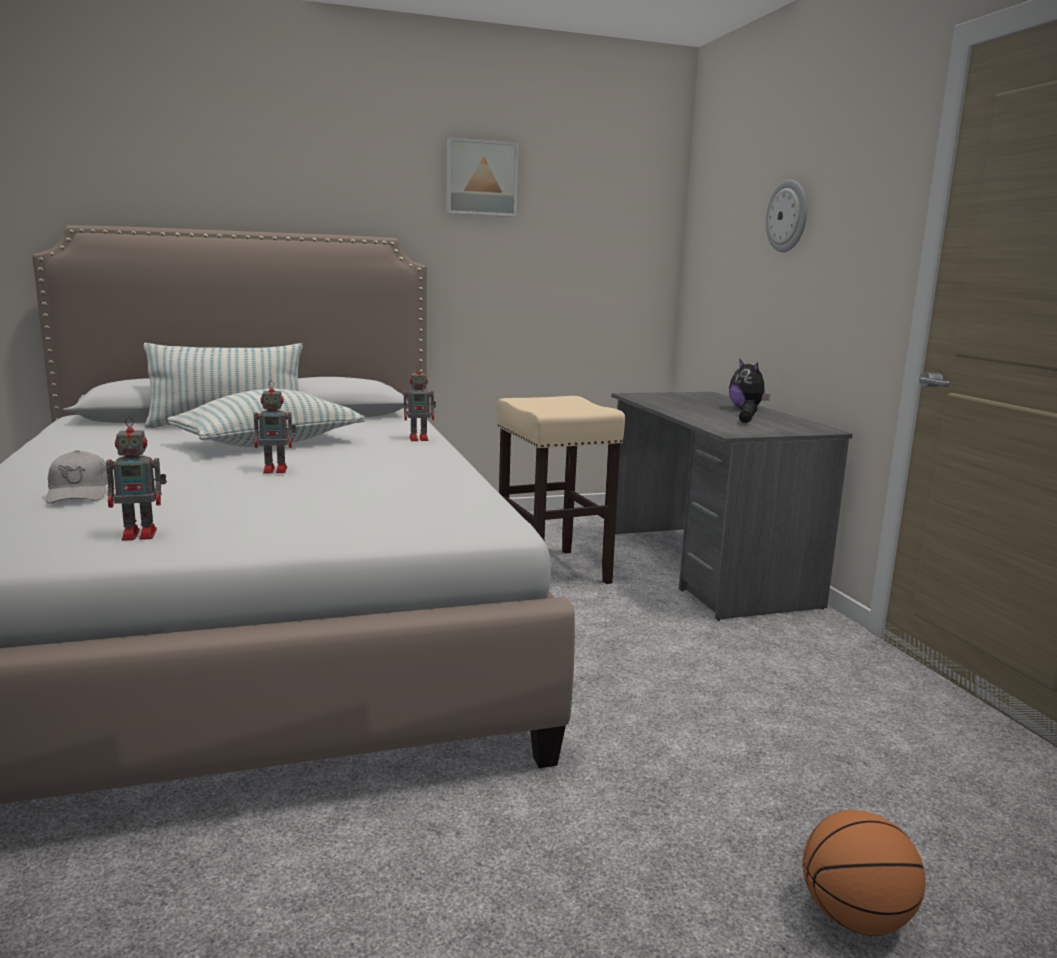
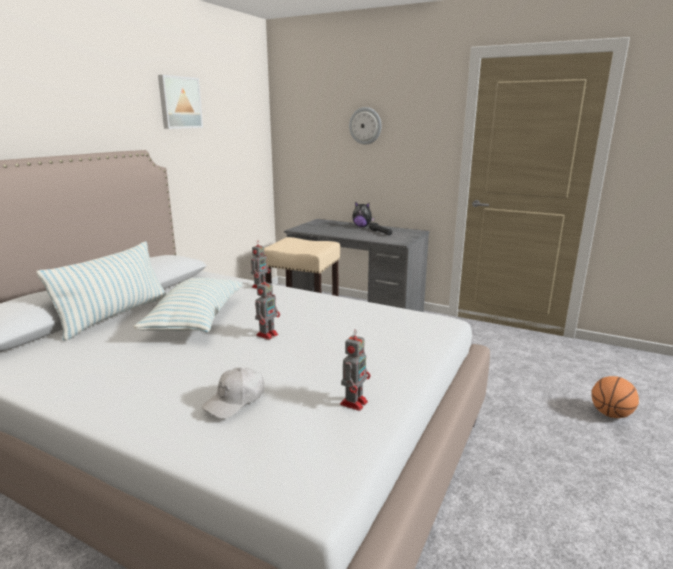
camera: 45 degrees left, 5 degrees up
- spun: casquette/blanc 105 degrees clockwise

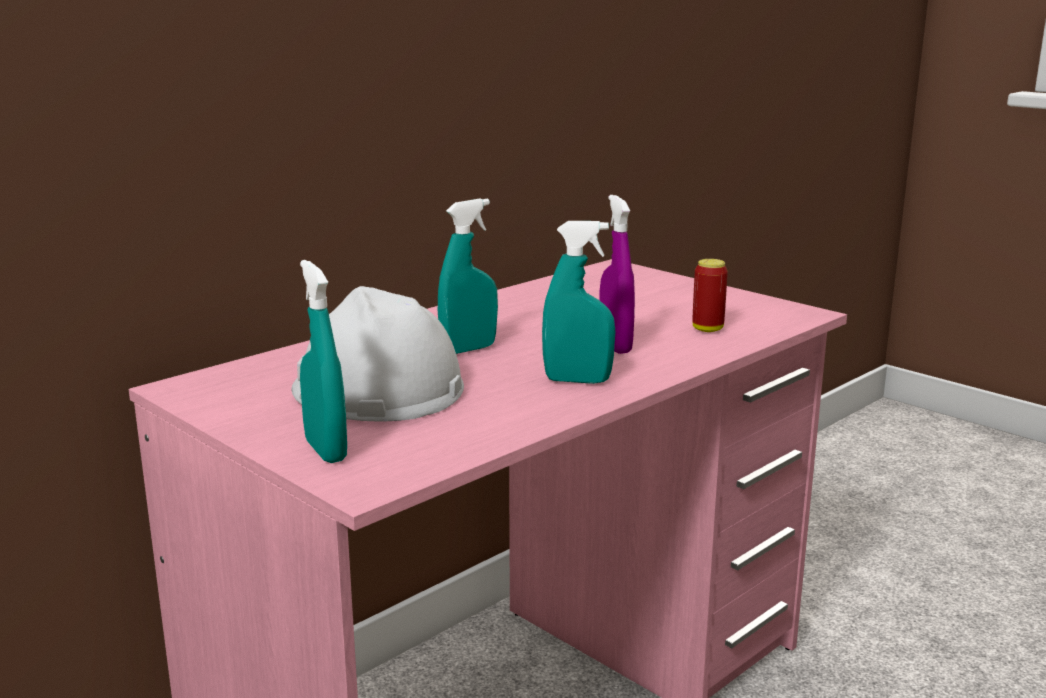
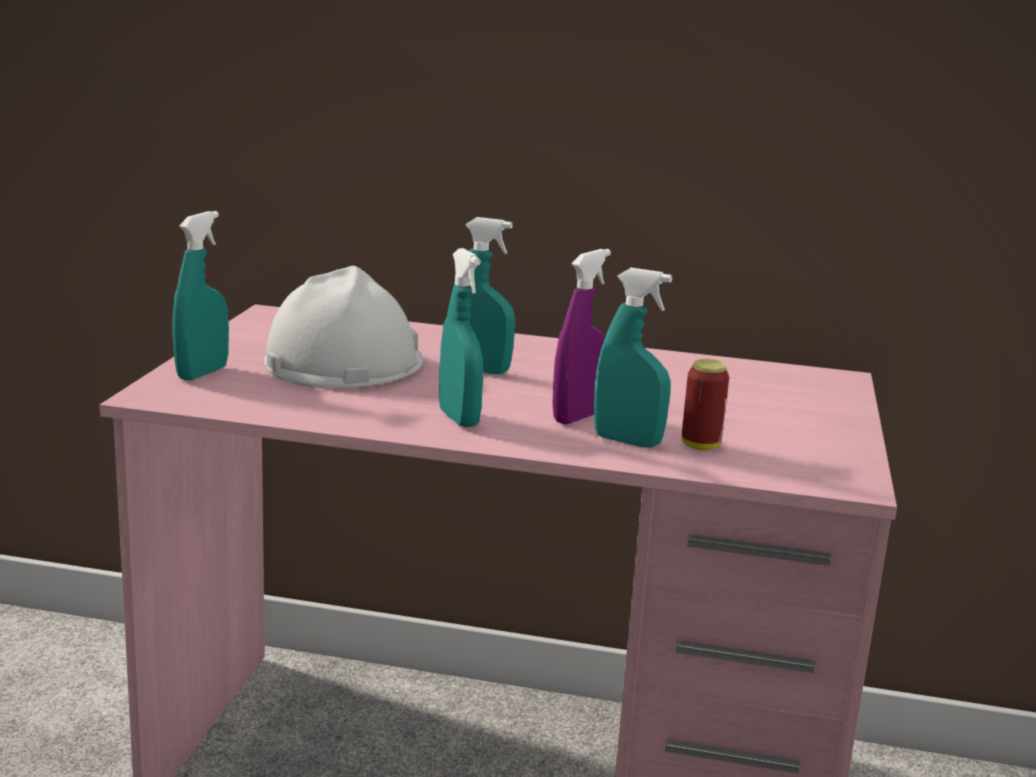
camera: 55 degrees right, 0 degrees up
- appeared: vaporisateur/turquoise (no. 4 from left)

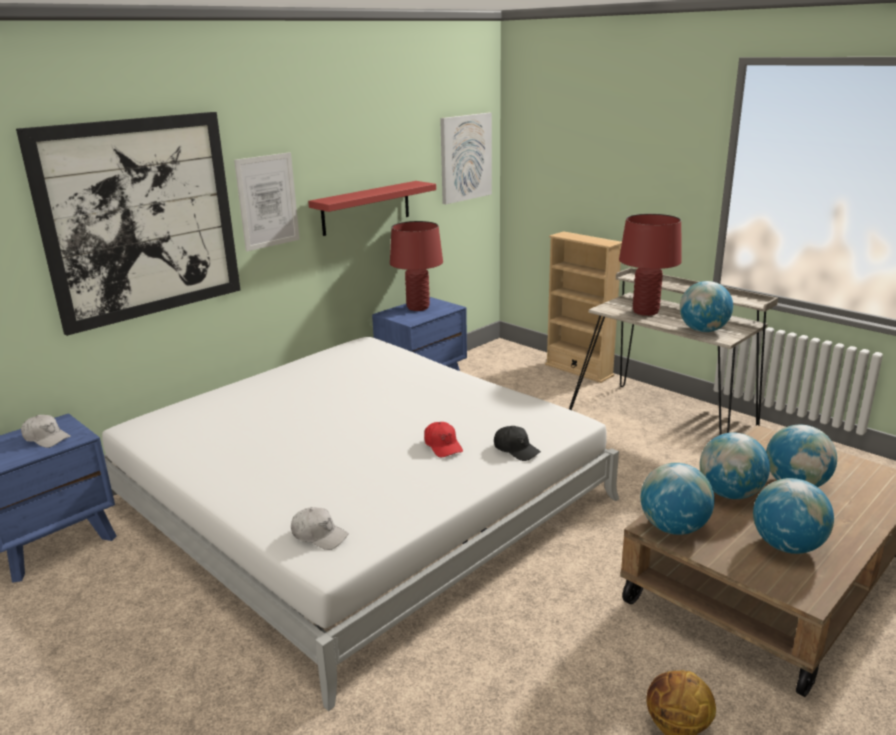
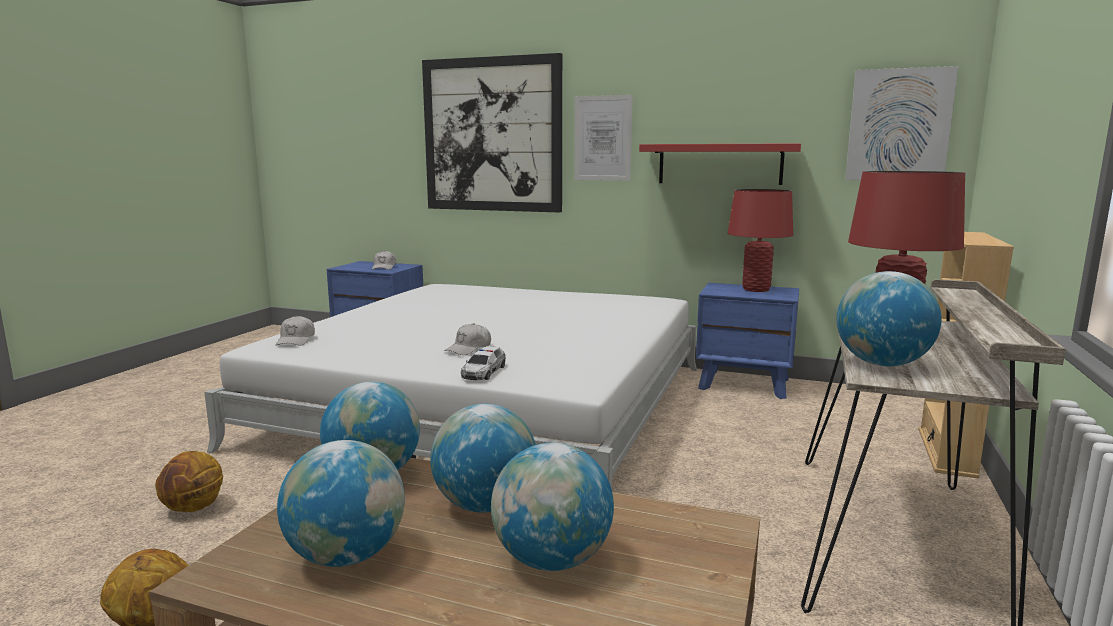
camera: 65 degrees right, 10 degrees down
- colour: casquette/rouge to casquette/blanc (no. 3 from left)
- exchanged: casquette/noir to petite voiture
- appeared: ballon de basket (no. 2 from left)

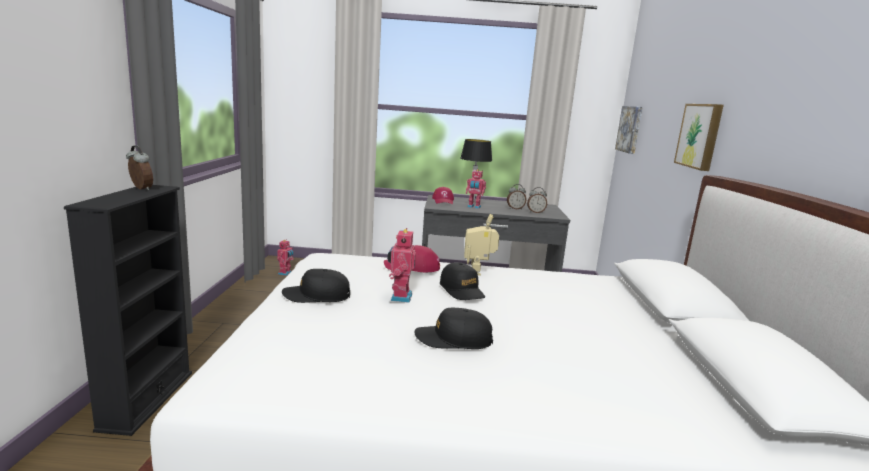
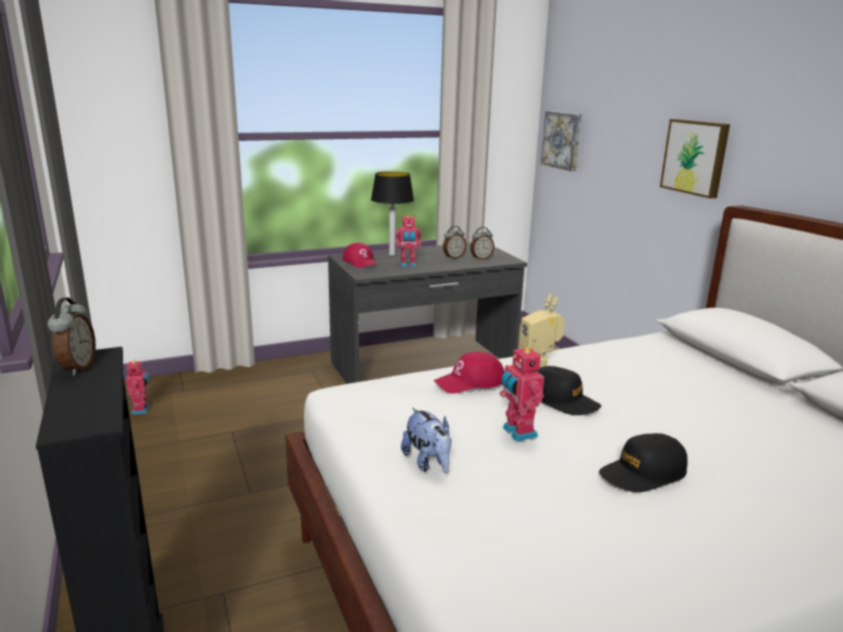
camera: 25 degrees left, 5 degrees up
- spun: réveil (no. 1 from left) 75 degrees clockwise
- exchanged: casquette/noir (no. 1 from left) to peluche

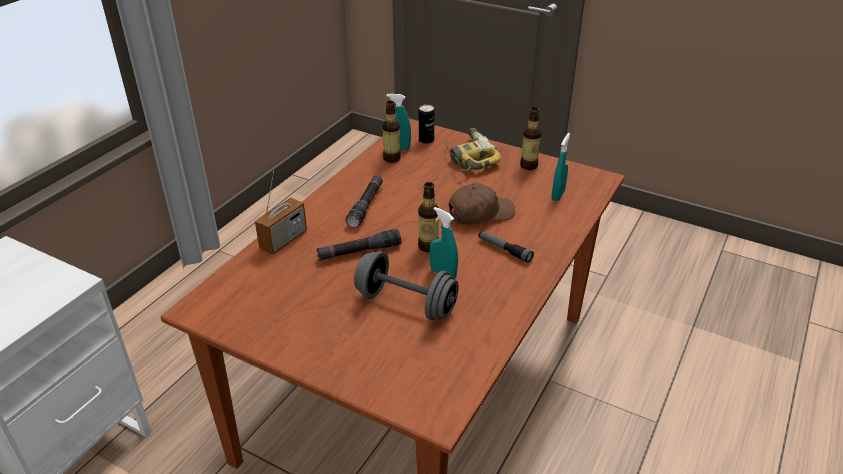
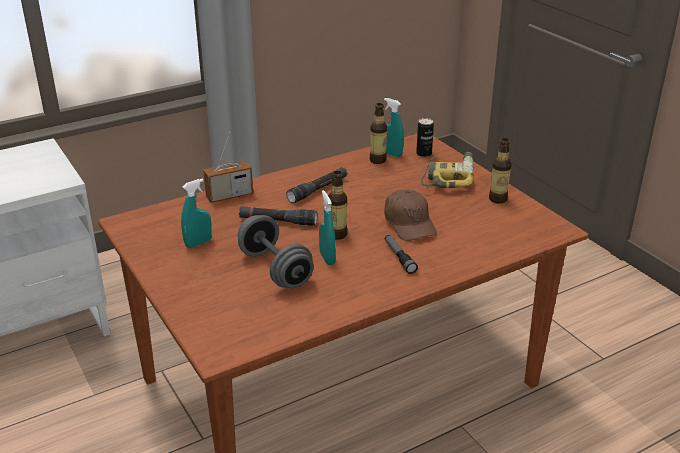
camera: 30 degrees right, 5 degrees down
- spun: casquette/marron 60 degrees clockwise
- relocated: vaporisateur/turquoise (no. 3 from left in the first image) to vaporisateur/turquoise (no. 1 from left)

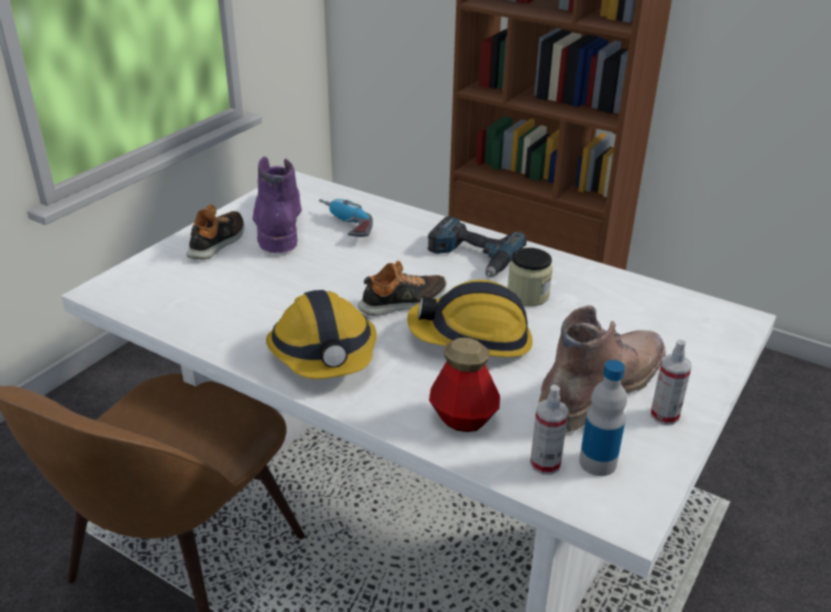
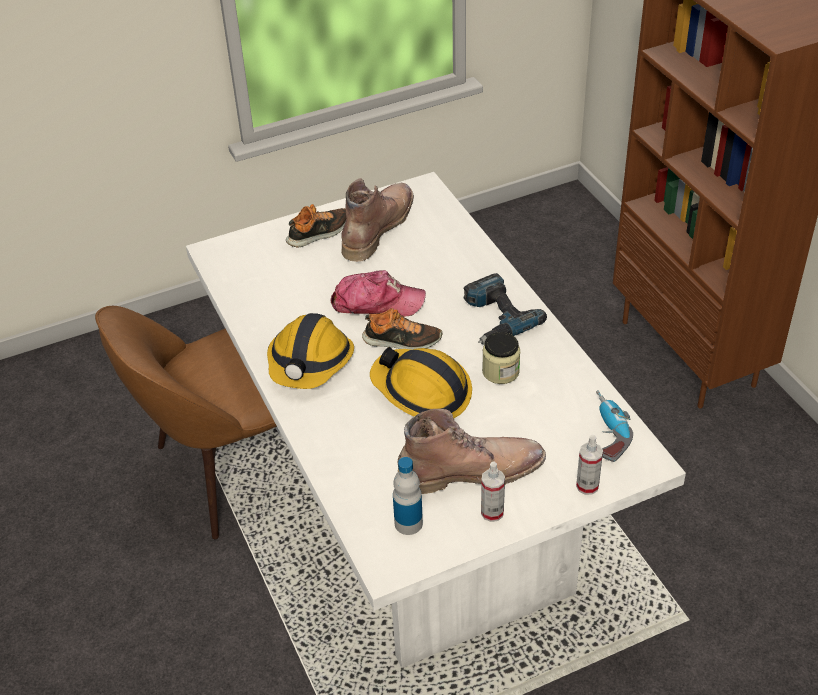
camera: 35 degrees right, 10 degrees up
- colour: botte/violet to botte/marron (no. 1 from left)
- relocated: perceuse (no. 1 from left in the first image) to perceuse (no. 2 from left)
- missing: bouteille (no. 1 from left)
- relocated: vaporisateur (no. 1 from left in the first image) to vaporisateur (no. 2 from left)
- appeared: casquette

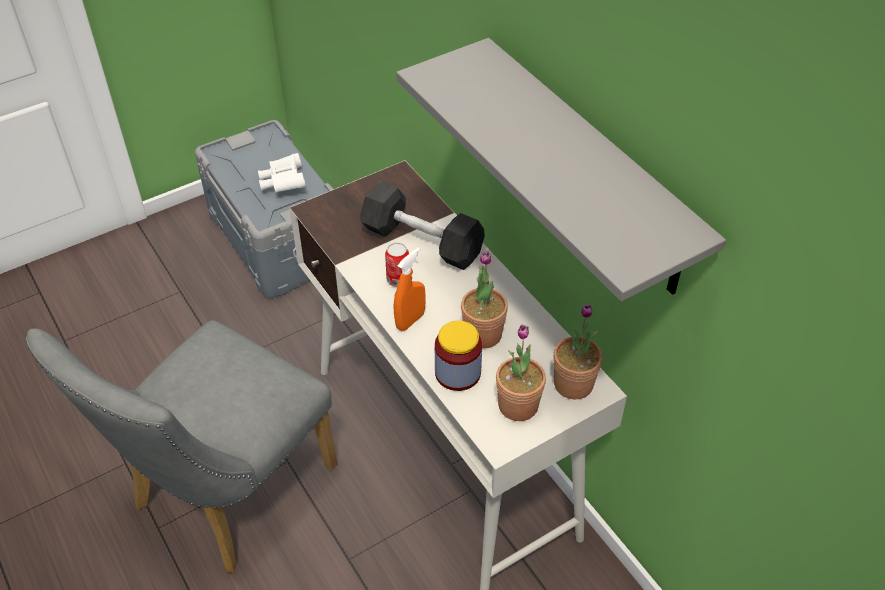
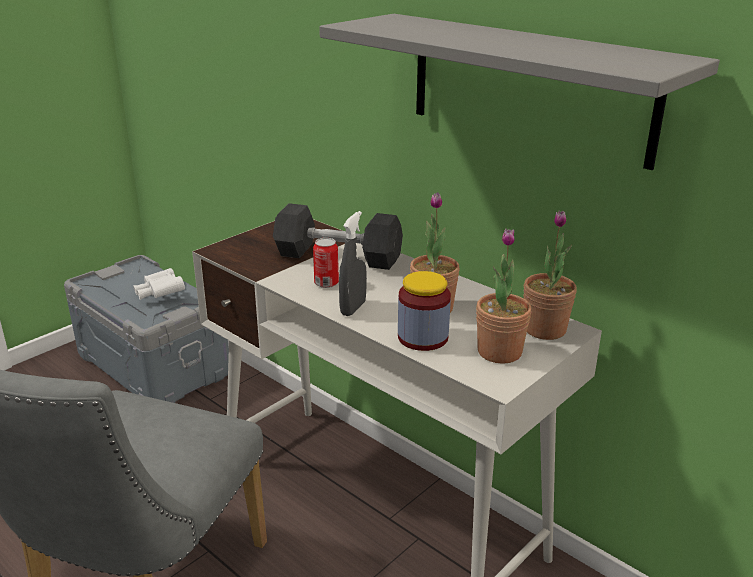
camera: 15 degrees left, 20 degrees down
- colour: vaporisateur/orange to vaporisateur/gris

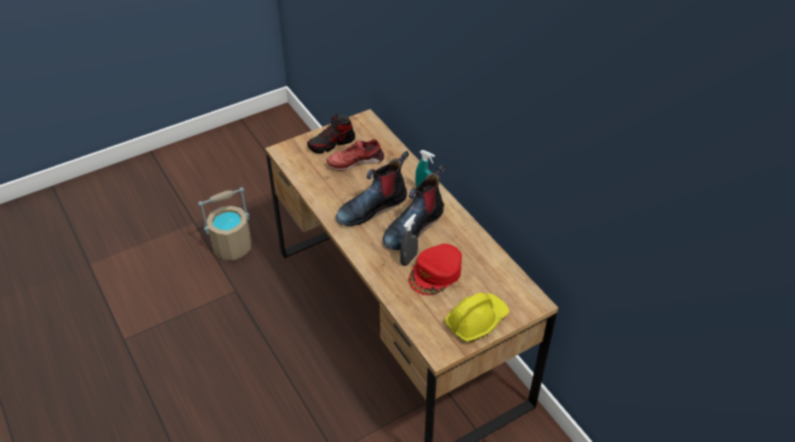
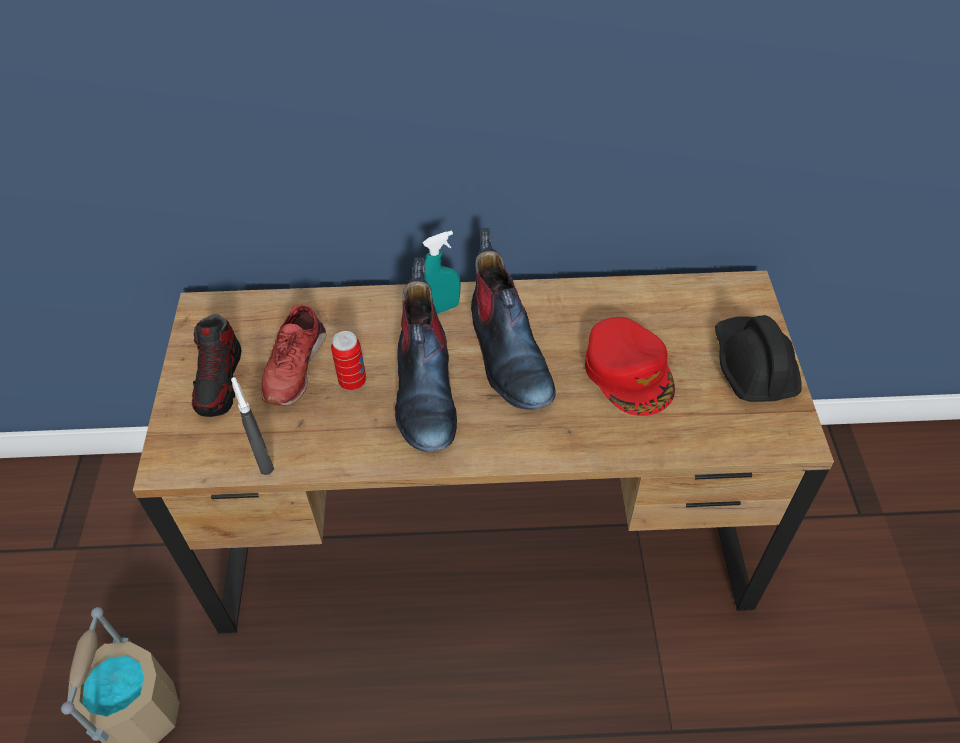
camera: 60 degrees left, 5 degrees up
- relocated: vaporisateur/gris
- colour: casque de chantier/jaune to casque de chantier/noir
- appeared: boîte métallique

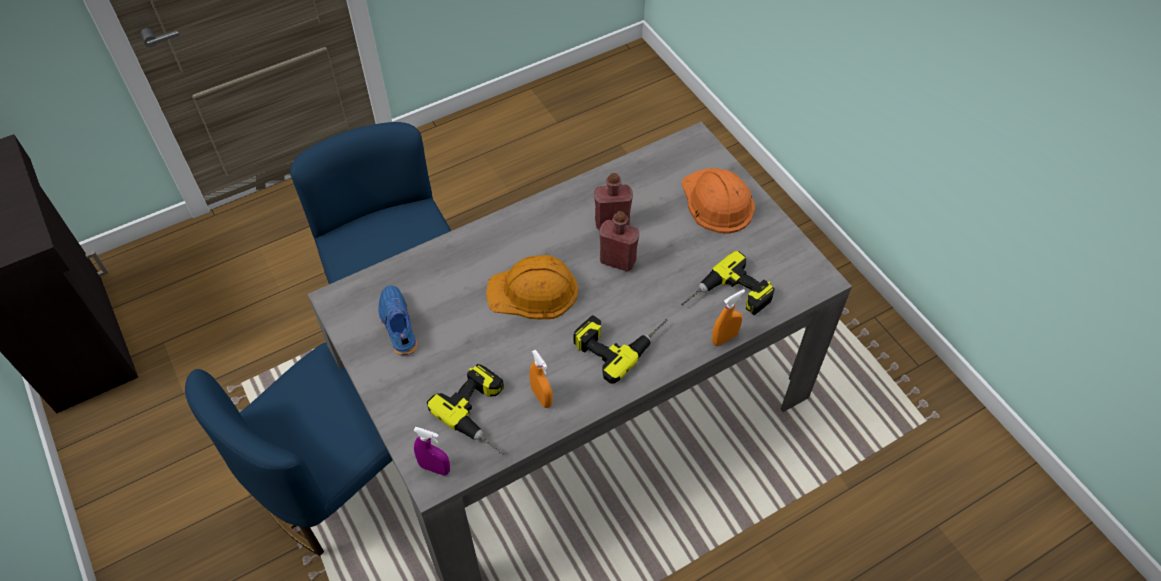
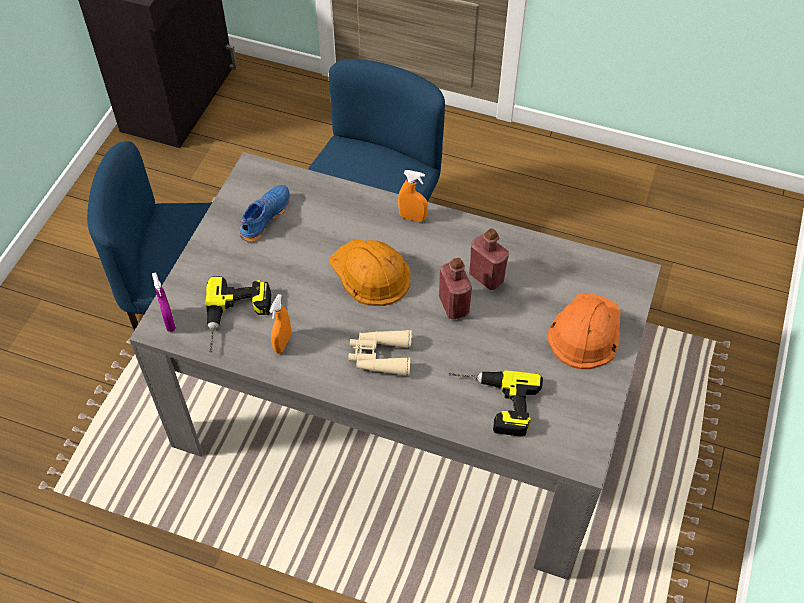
camera: 50 degrees right, 0 degrees up
- exchanged: perceuse (no. 2 from left) to jumelles/beige
- relocated: vaporisateur/orange (no. 2 from left)

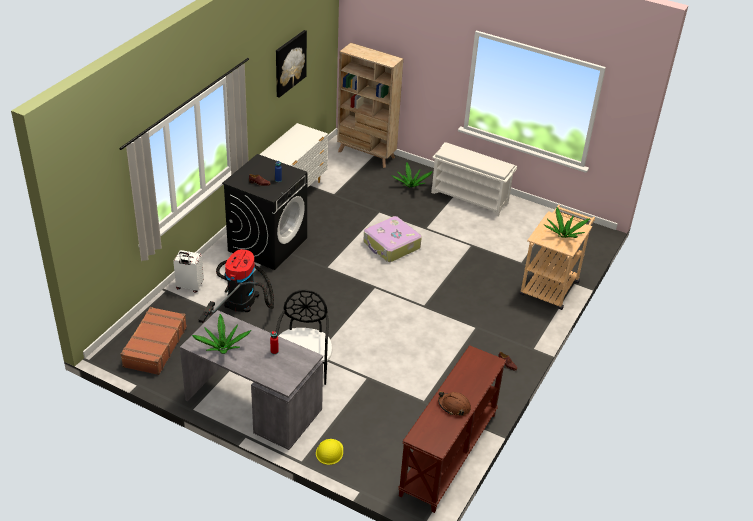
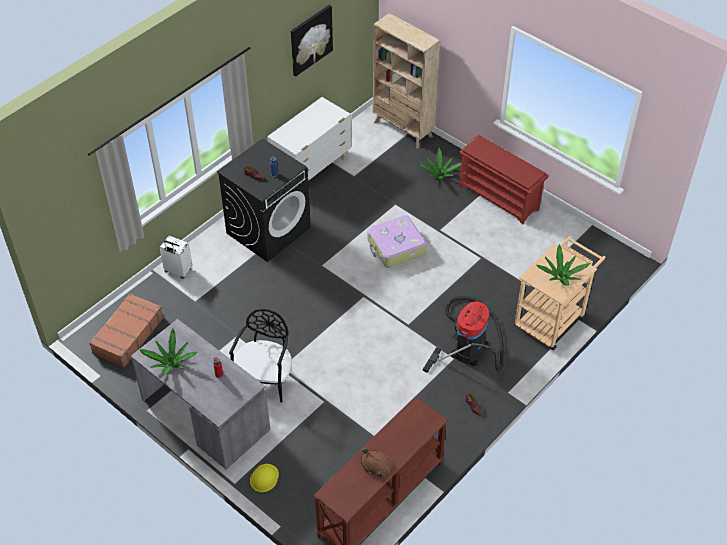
camera: 15 degrees right, 10 degrees up
- relocated: aspirateur
- colour: étagère à chaussures/blanc to étagère à chaussures/rouge

